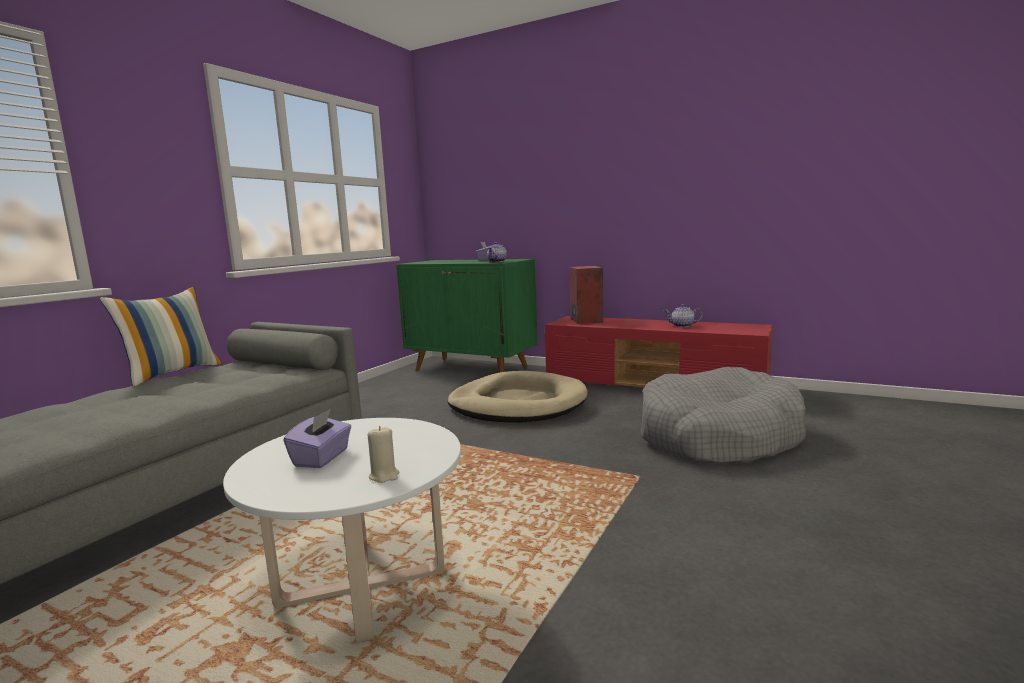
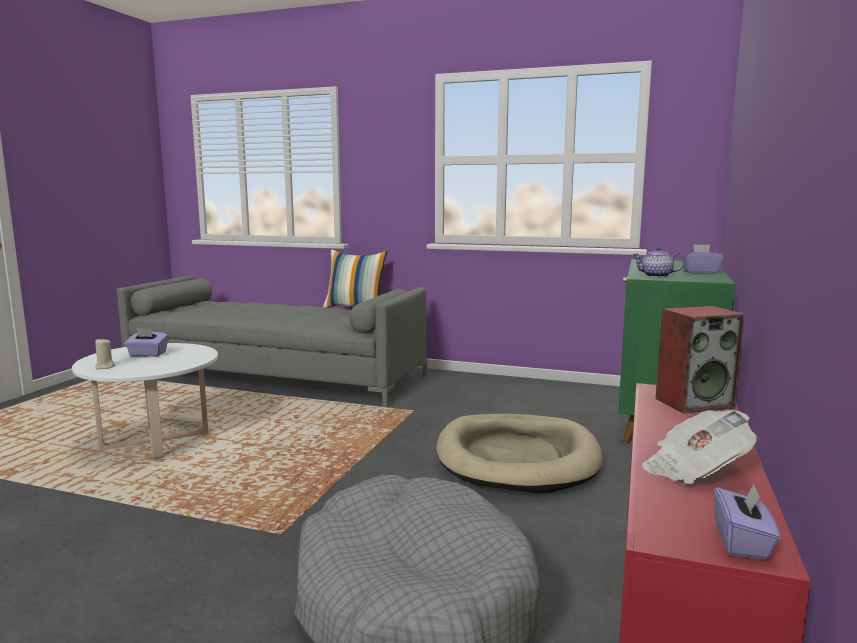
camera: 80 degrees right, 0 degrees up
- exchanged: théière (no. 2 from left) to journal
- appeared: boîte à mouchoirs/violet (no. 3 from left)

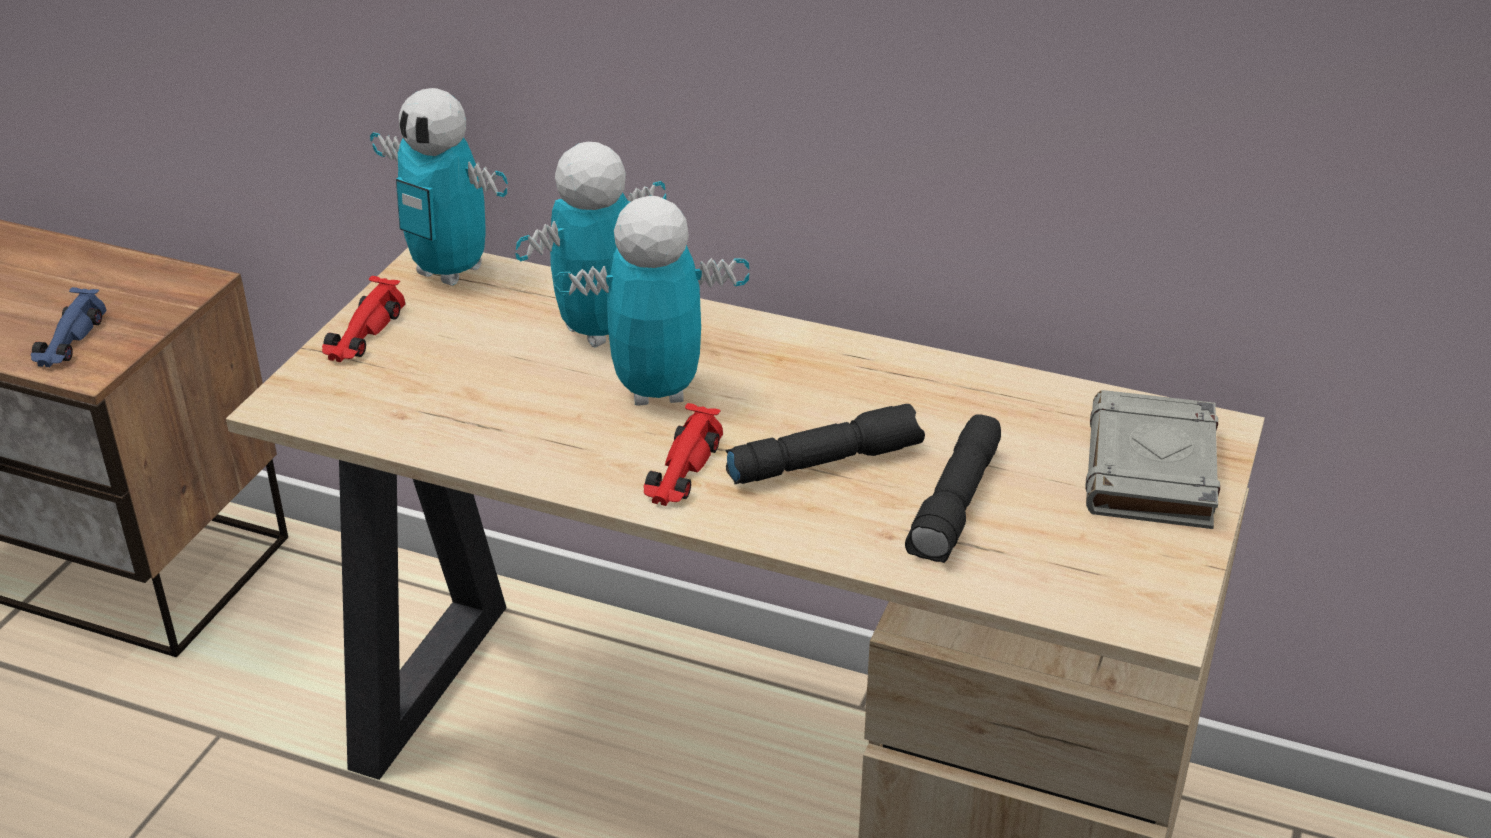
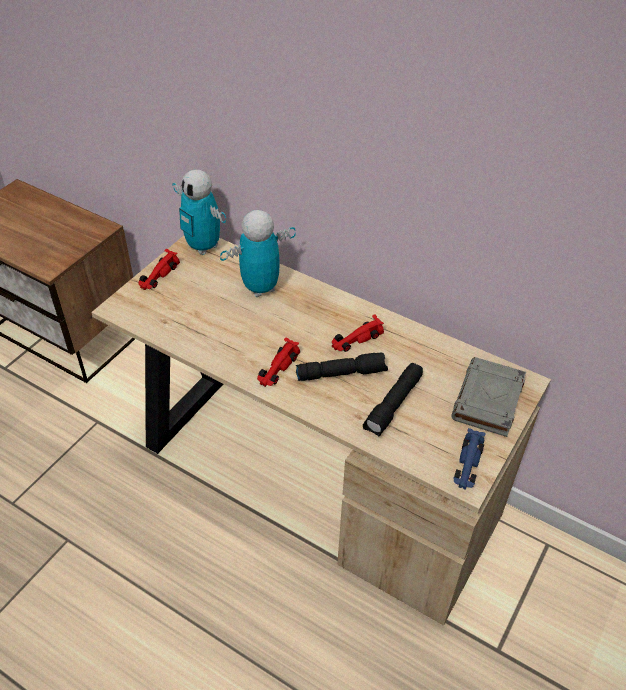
camera: 10 degrees right, 10 degrees up
- relocated: petite voiture/bleu
- missing: robot jouet (no. 3 from left)
- appeared: petite voiture/rouge (no. 3 from left)

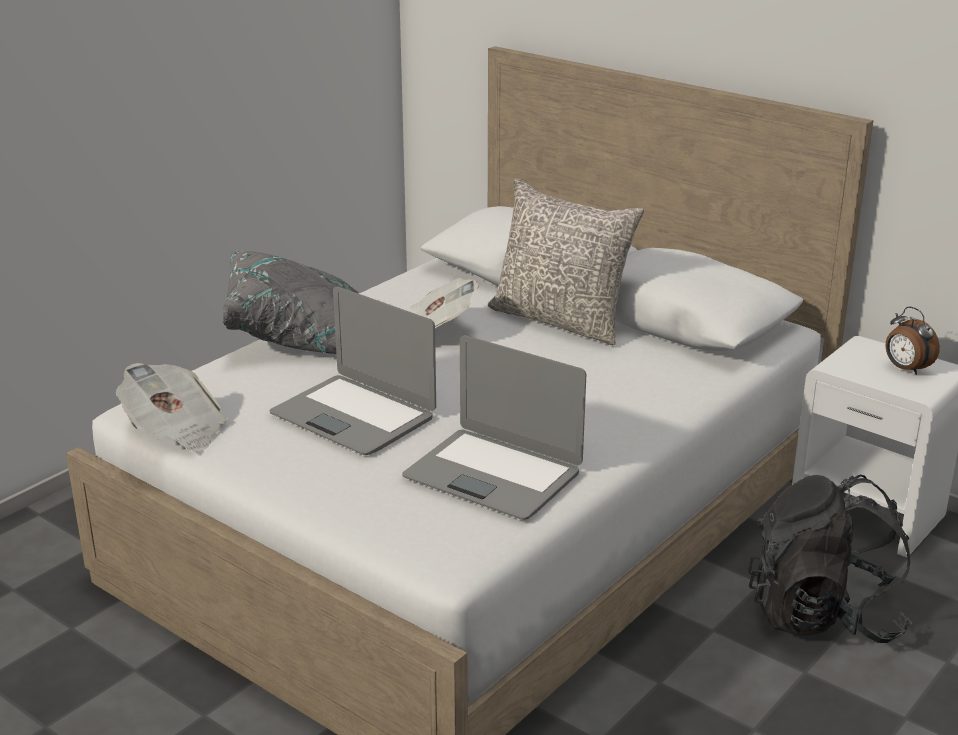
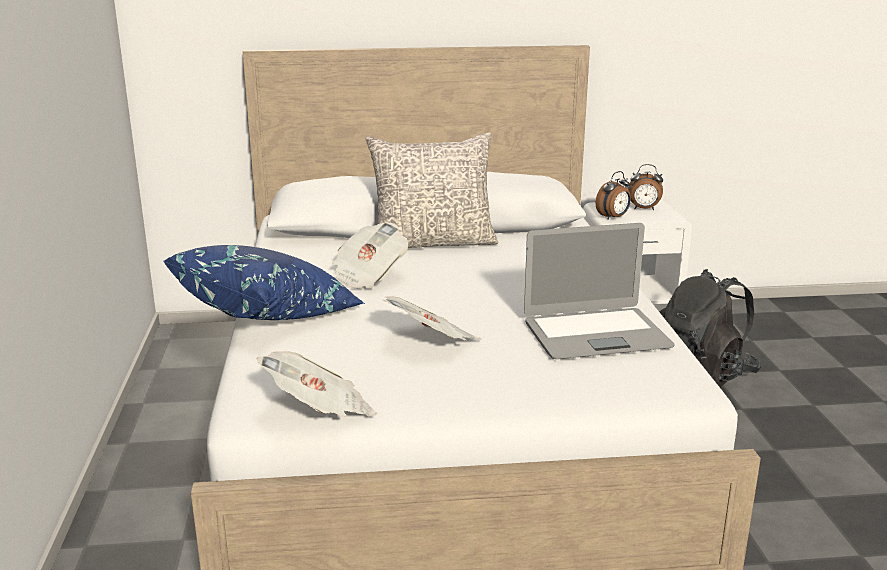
camera: 45 degrees left, 5 degrees down
- colour: coussin/gris (no. 1 from left) to coussin/bleu
- exchanged: ordinateur portable (no. 1 from left) to journal (no. 3 from left)
- appeared: réveil (no. 1 from left)

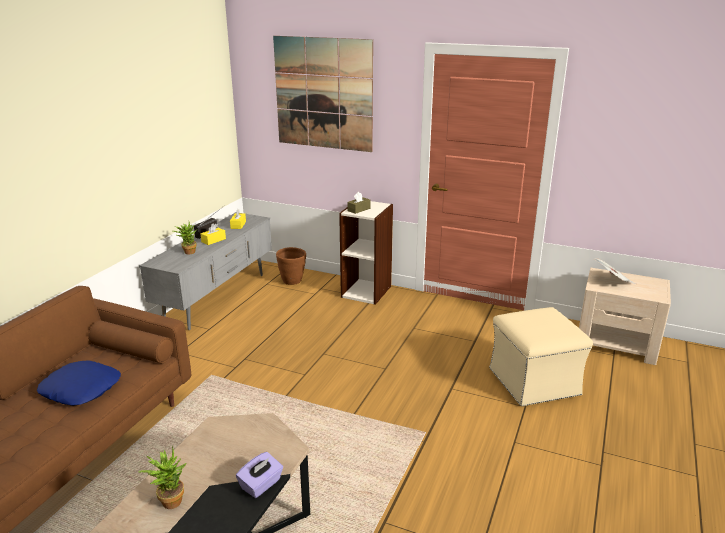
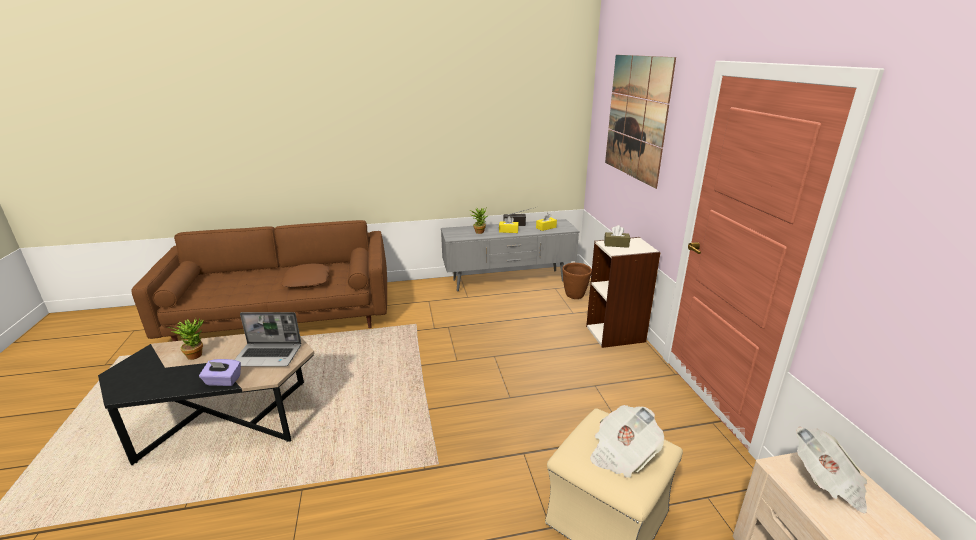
camera: 55 degrees right, 0 degrees up
- colour: coussin/bleu to coussin/marron
- appeared: ordinateur portable
- appeared: journal (no. 1 from left)

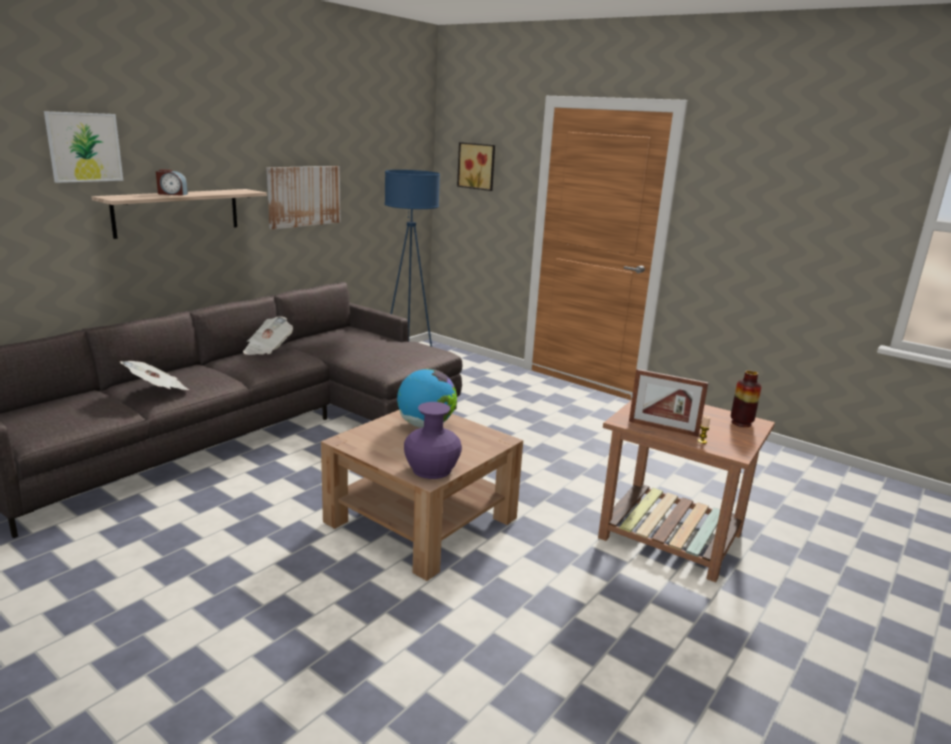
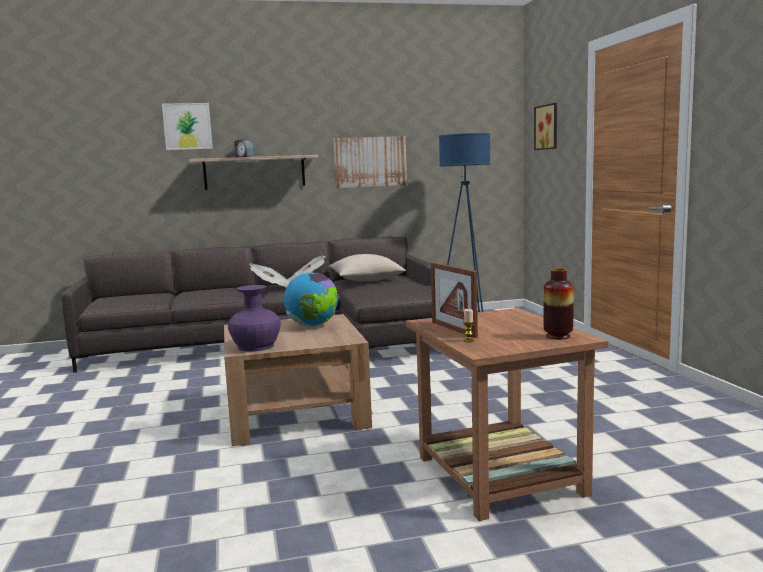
camera: 40 degrees right, 10 degrees down
- relocated: journal (no. 1 from left)
- appeared: coussin/beige

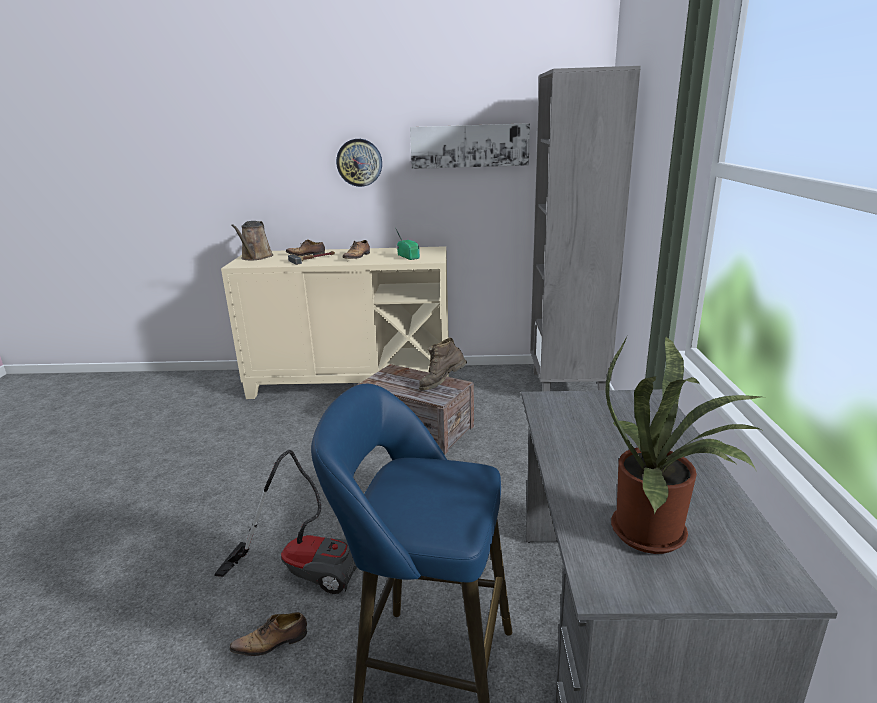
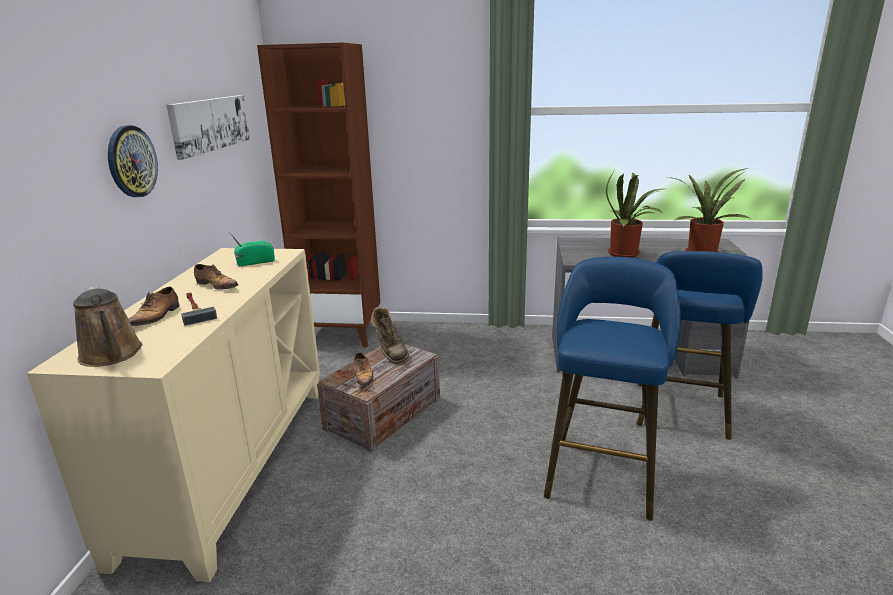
camera: 85 degrees left, 0 degrees up
- exchanged: aspirateur to tabouret/bleu (no. 1 from left)
- relocated: chaussure (no. 1 from left in the first image) to chaussure (no. 3 from left)
- spun: arrosoir/marron 45 degrees clockwise
- colour: bibliothèque/gris to bibliothèque/marron
- appeared: plante en pot (no. 1 from left)

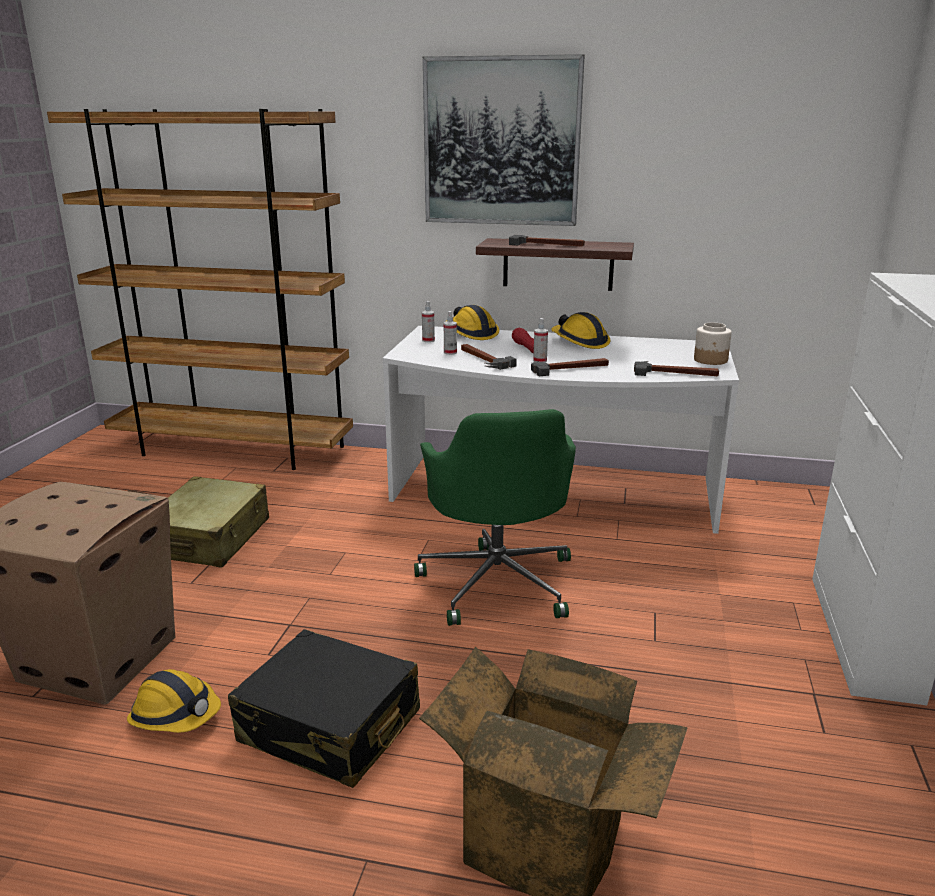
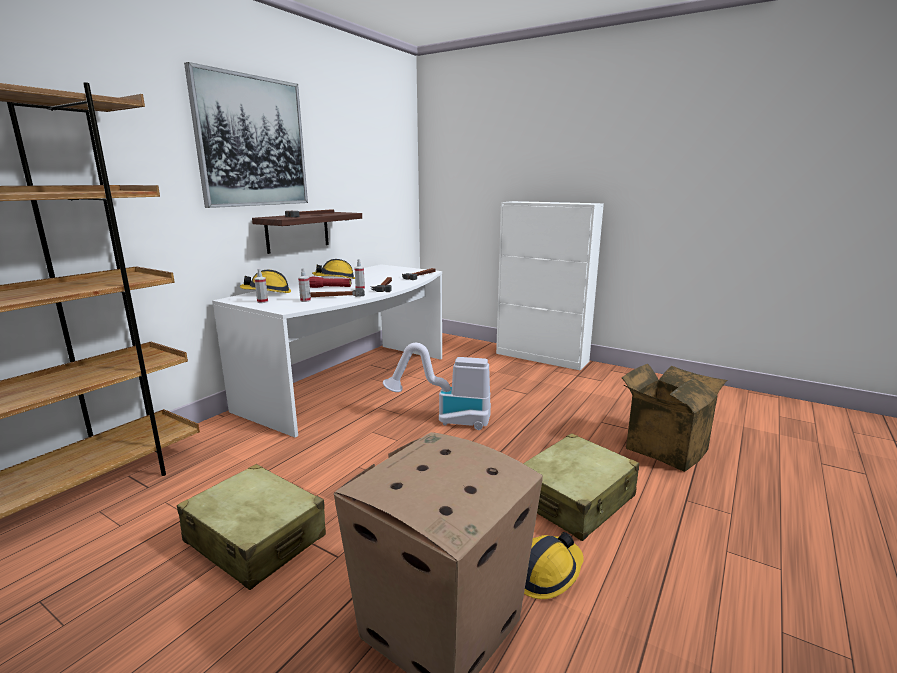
camera: 70 degrees left, 5 degrees down
- colour: valise/noir to valise/beige (no. 2 from left)
- exchanged: chaise de bureau/vert to aspirateur
- missing: bocal

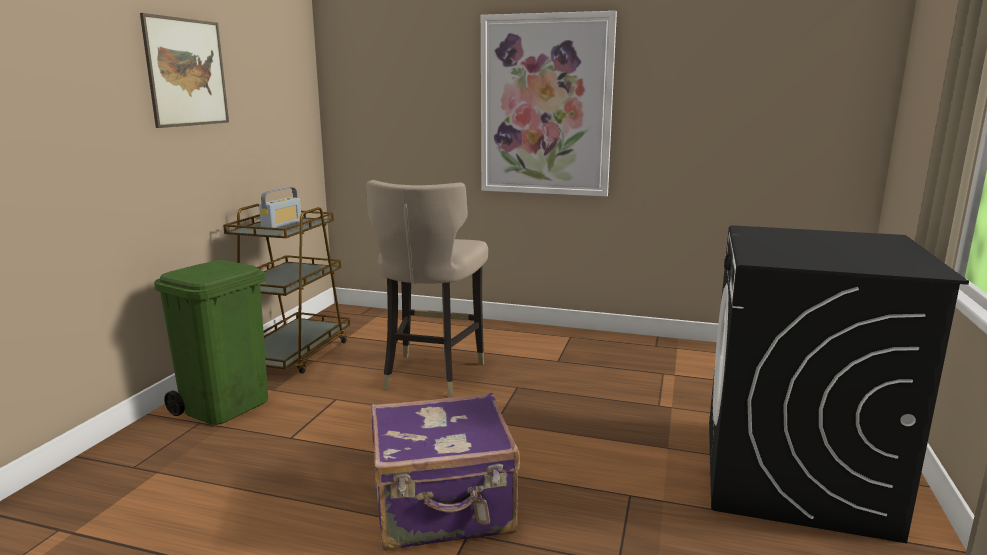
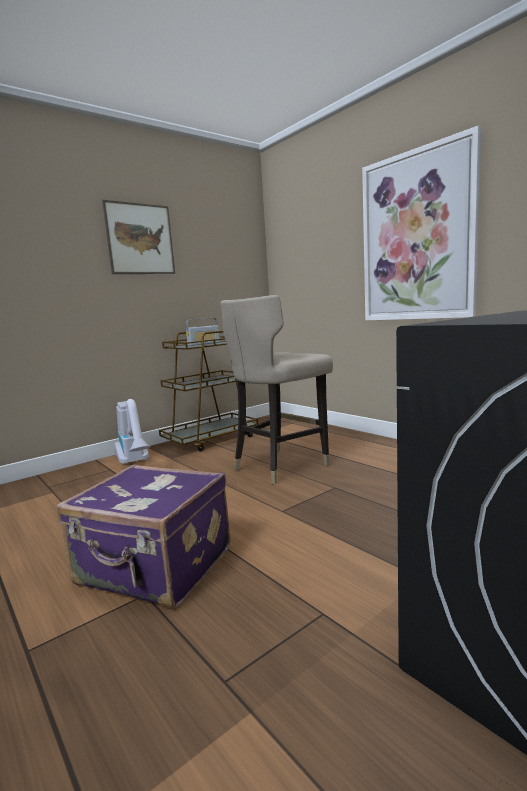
camera: 35 degrees right, 5 degrees down
- exchanged: poubelle/vert to aspirateur

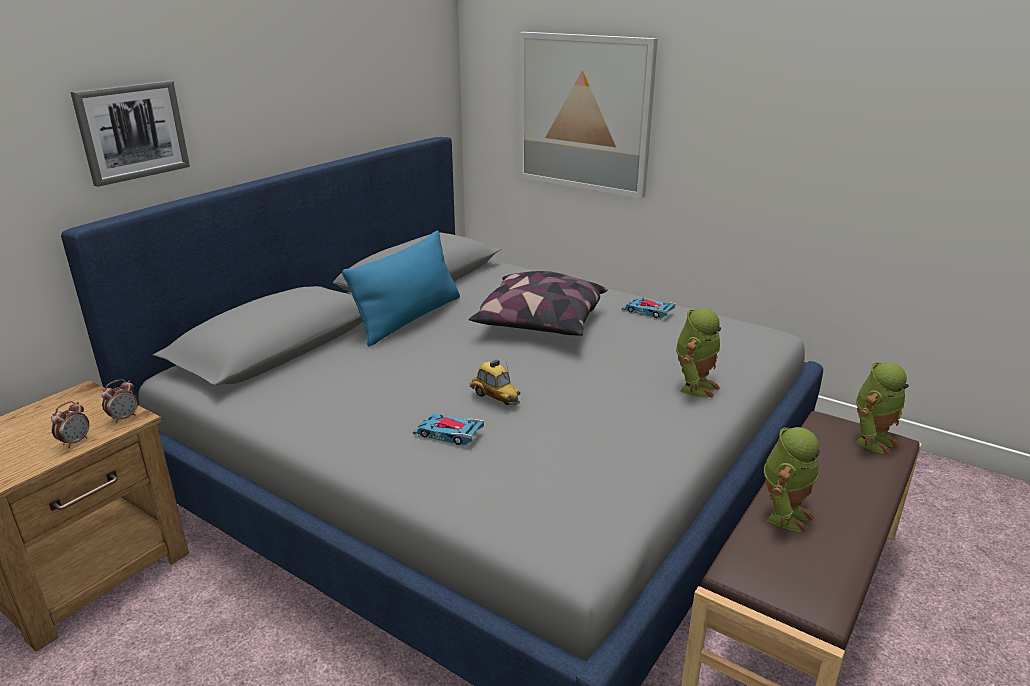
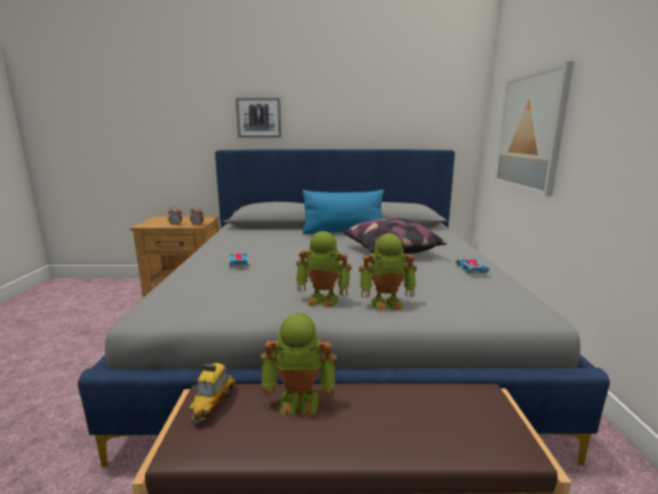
camera: 55 degrees right, 10 degrees down
- relocated: petite voiture (no. 2 from left in the first image) to petite voiture (no. 1 from left)
- relocated: robot jouet (no. 3 from left in the first image) to robot jouet (no. 2 from left)

